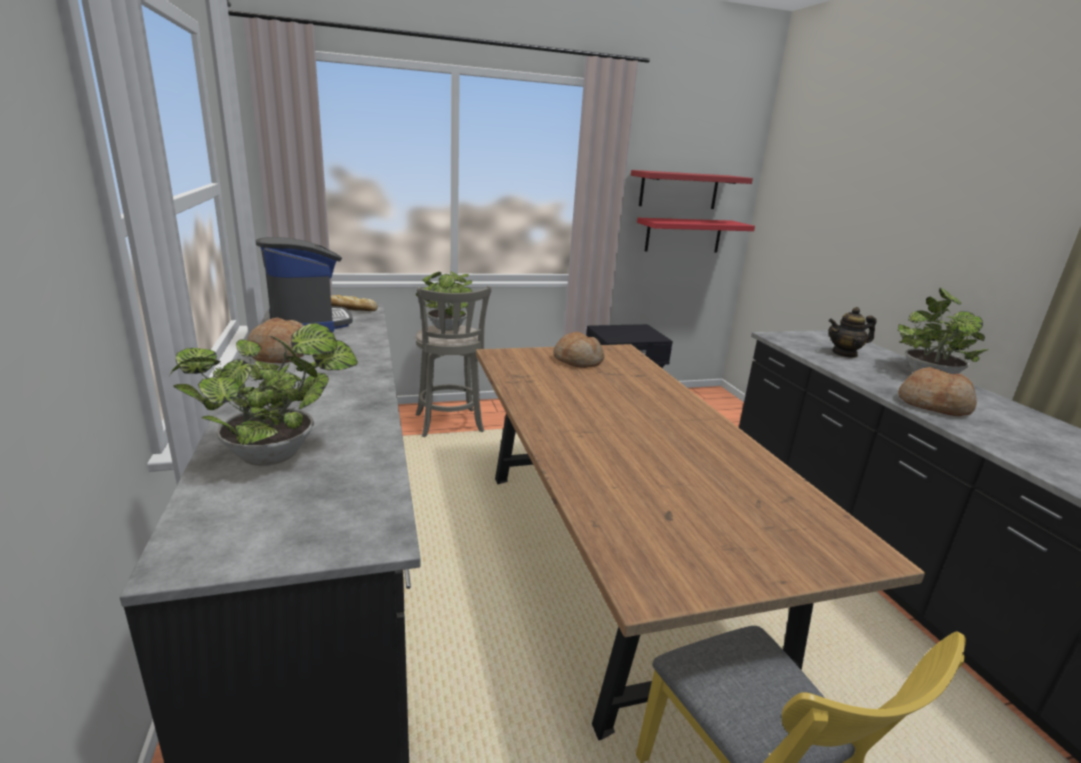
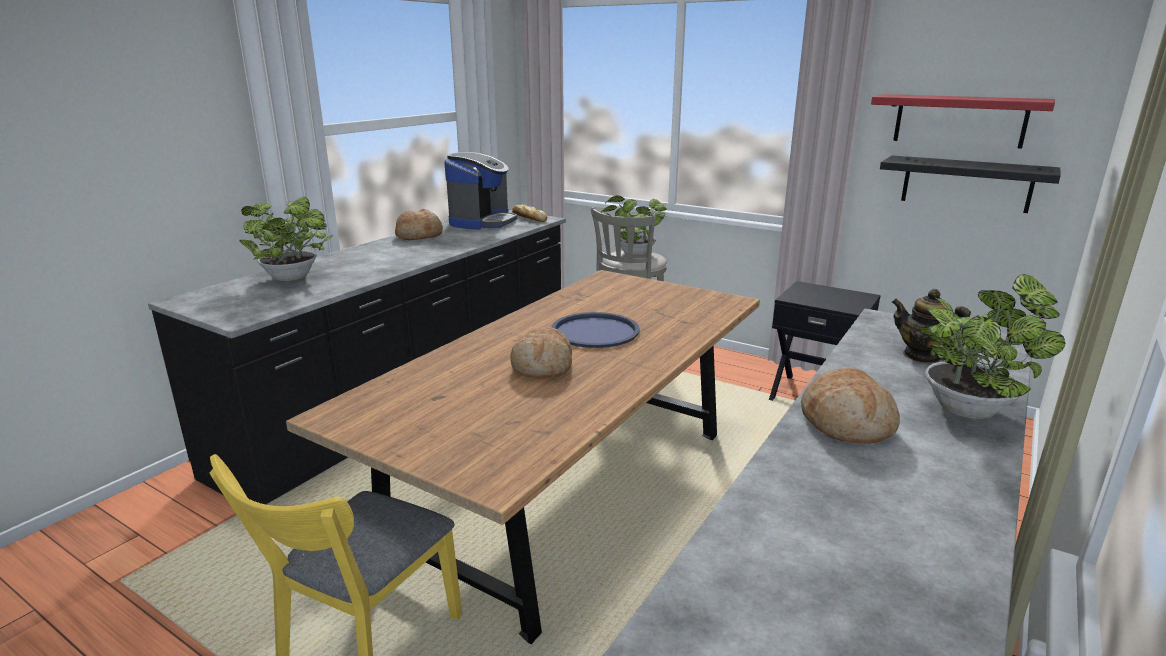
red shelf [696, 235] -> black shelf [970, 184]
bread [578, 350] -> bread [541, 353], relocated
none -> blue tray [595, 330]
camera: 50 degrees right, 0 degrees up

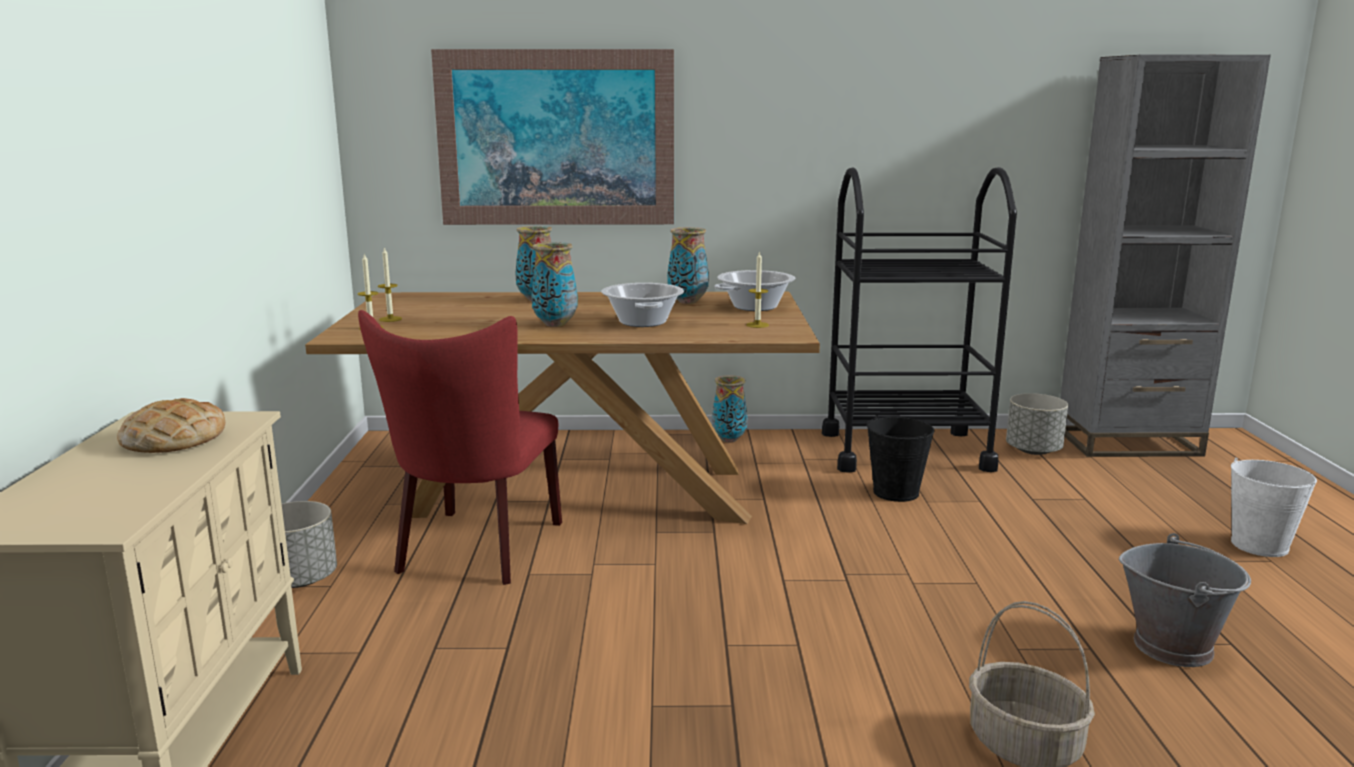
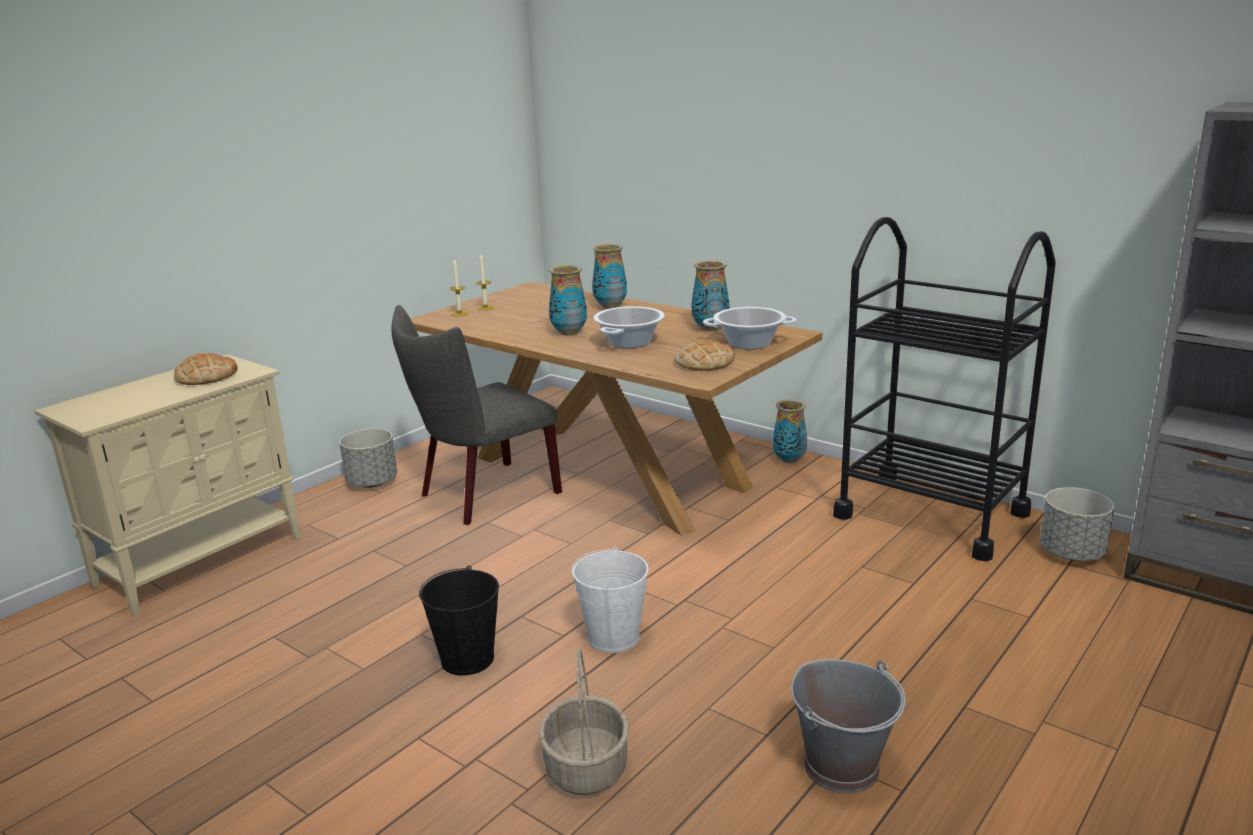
picture [552, 137] -> none
candle [757, 289] -> bread [705, 355]
red chair [460, 447] -> grey chair [476, 415]
black bucket [900, 458] -> black bucket [459, 620], relocated
white bucket [1274, 507] -> white bucket [610, 599], relocated
camera: 40 degrees right, 5 degrees up

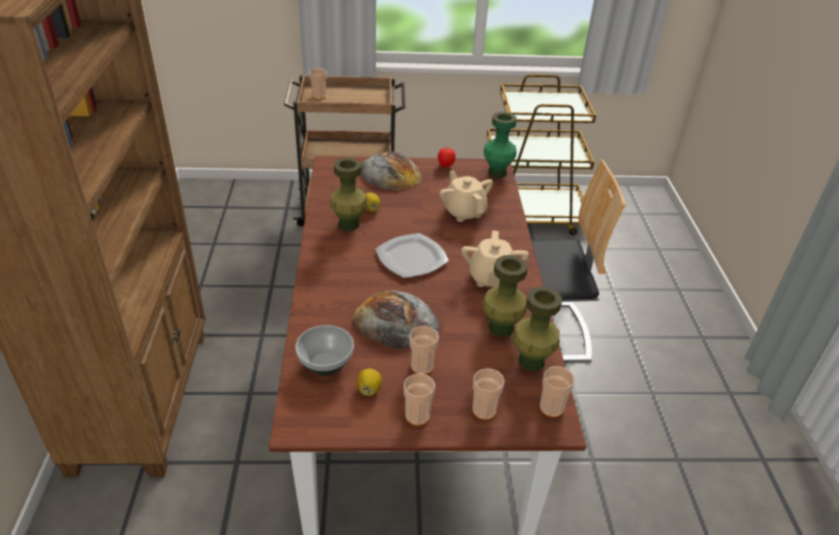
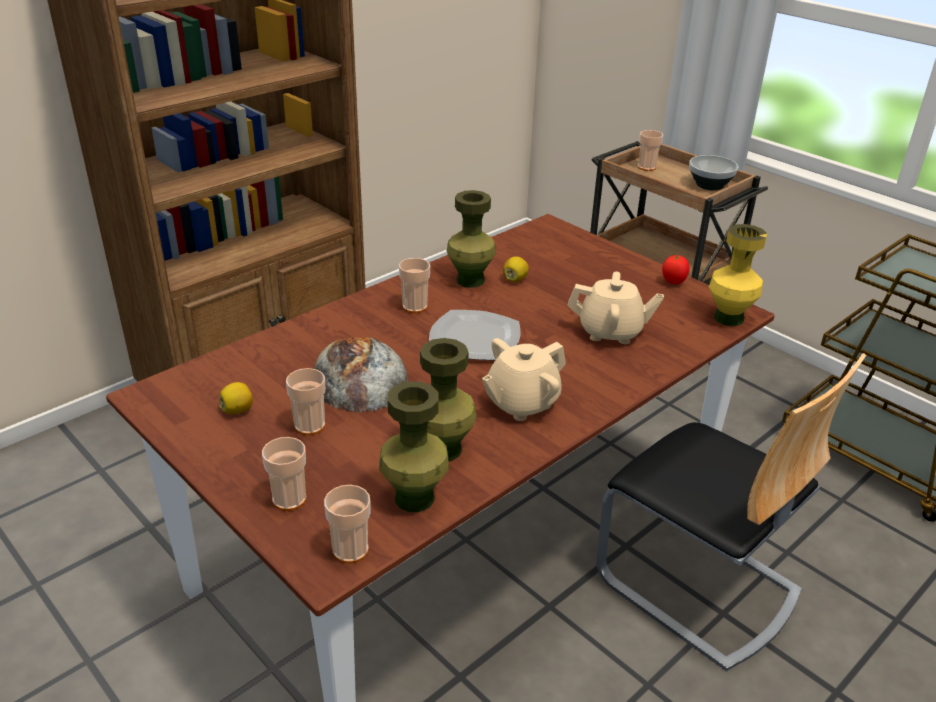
green vase [500, 145] -> yellow vase [738, 275]
bread [391, 171] -> none
beige teapot [466, 196] -> beige teapot [615, 307], 75 degrees clockwise
bowl [324, 350] -> bowl [713, 172], relocated
cup [419, 399] -> cup [414, 285], relocated
camera: 50 degrees right, 5 degrees down

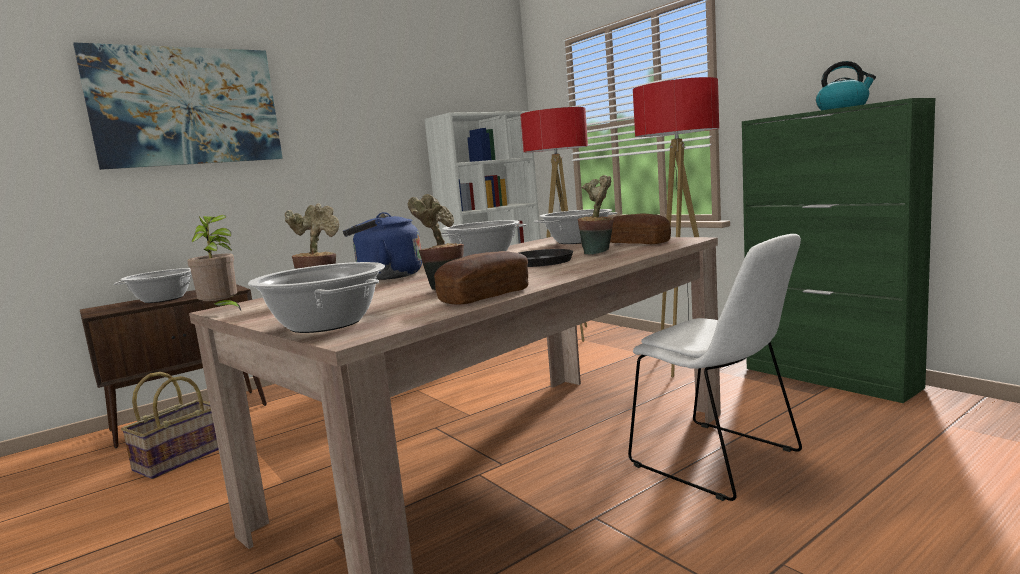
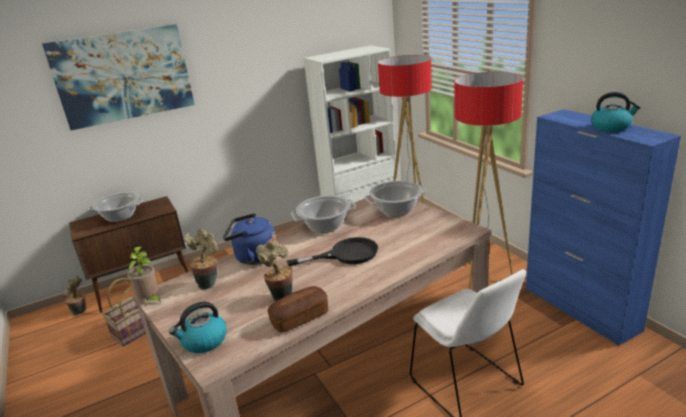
green cabinet [839, 250] -> blue cabinet [603, 227]
potted plant [596, 215] -> potted plant [74, 295], relocated
bread [640, 228] -> none
cooking pot [316, 297] -> kettle [198, 327]
camera: 10 degrees right, 15 degrees up

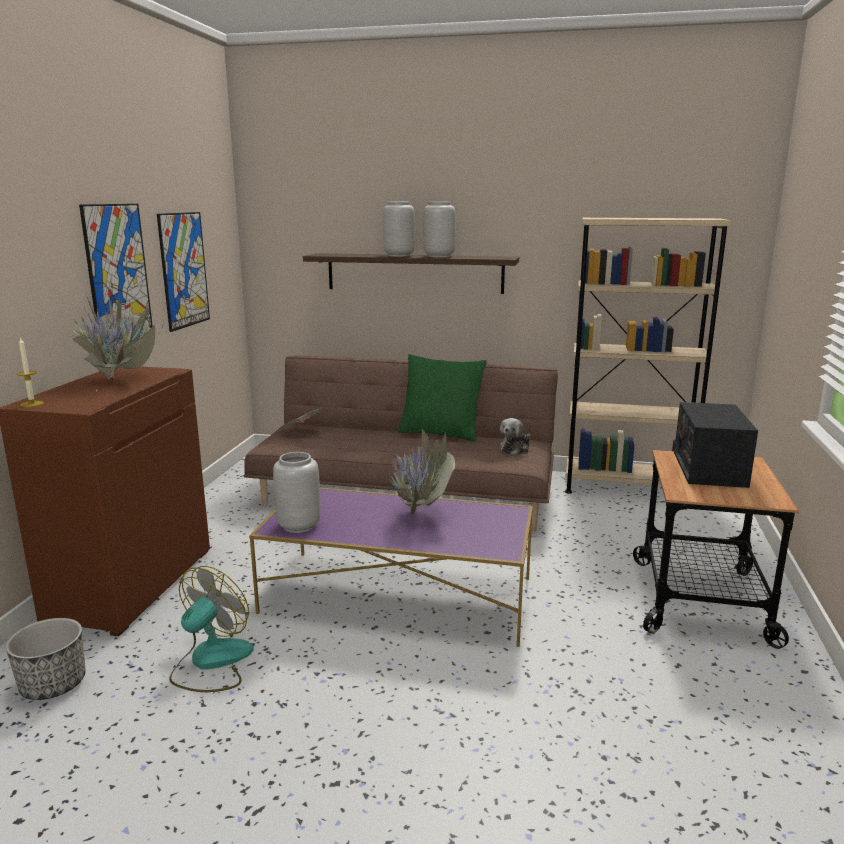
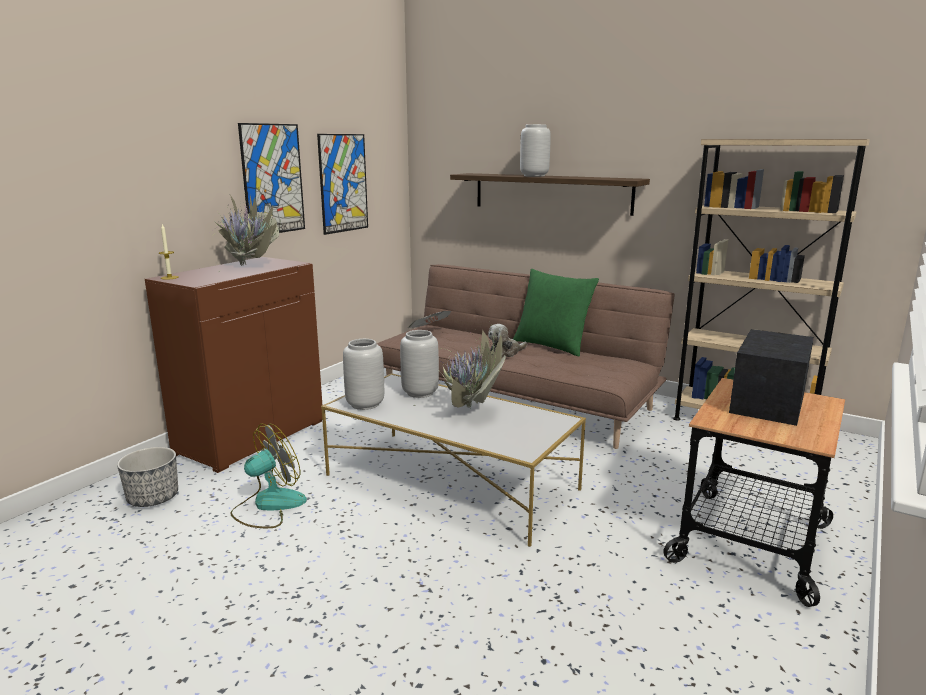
grey vase [439, 230] -> grey vase [419, 364], relocated
plush toy [515, 436] -> plush toy [507, 340], relocated
purple coffee table [391, 567] -> white coffee table [453, 460]
camera: 20 degrees right, 0 degrees up

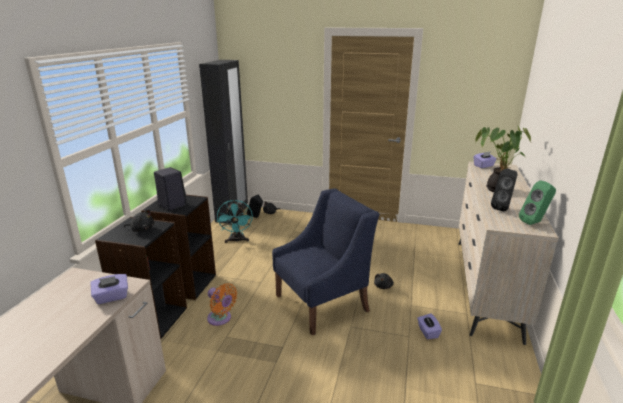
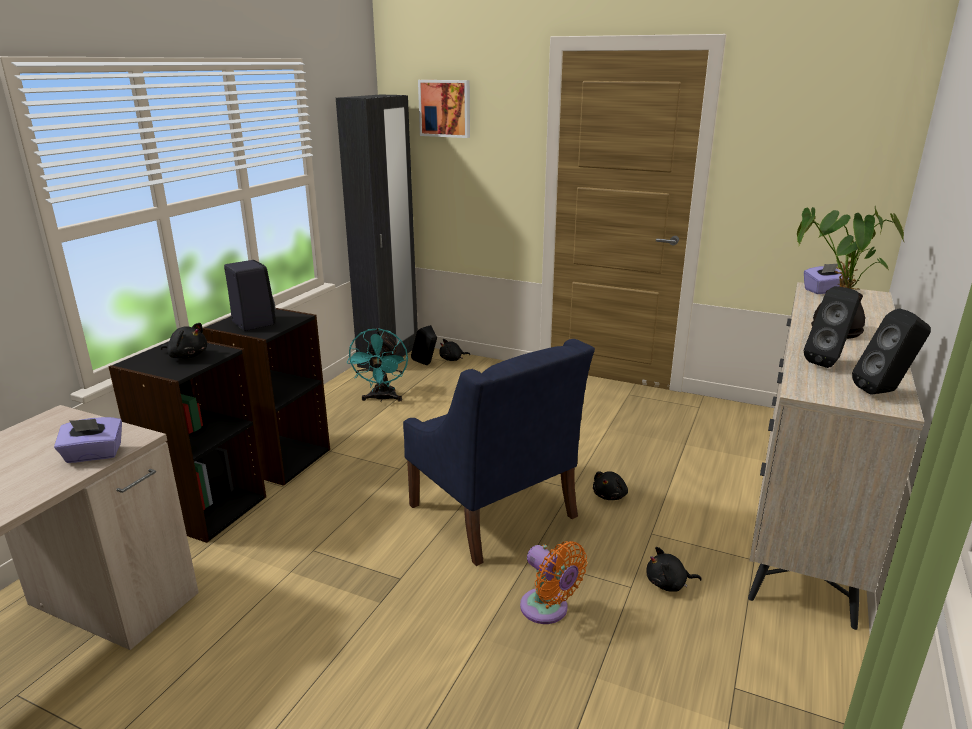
green speaker [537, 202] -> black speaker [891, 351]
blue armchair [326, 261] -> blue armchair [499, 452], 75 degrees clockwise
orange fan [222, 304] -> orange fan [553, 582], relocated
purple tissue box [429, 326] -> black plush toy [674, 569]
none -> picture [444, 109]
camera: 10 degrees right, 0 degrees up

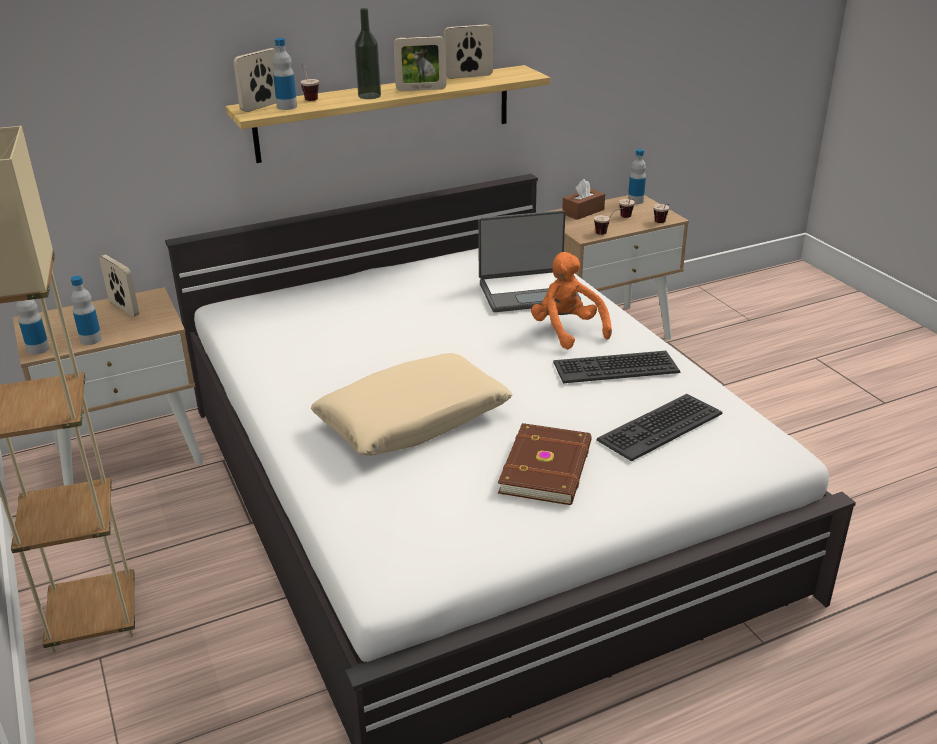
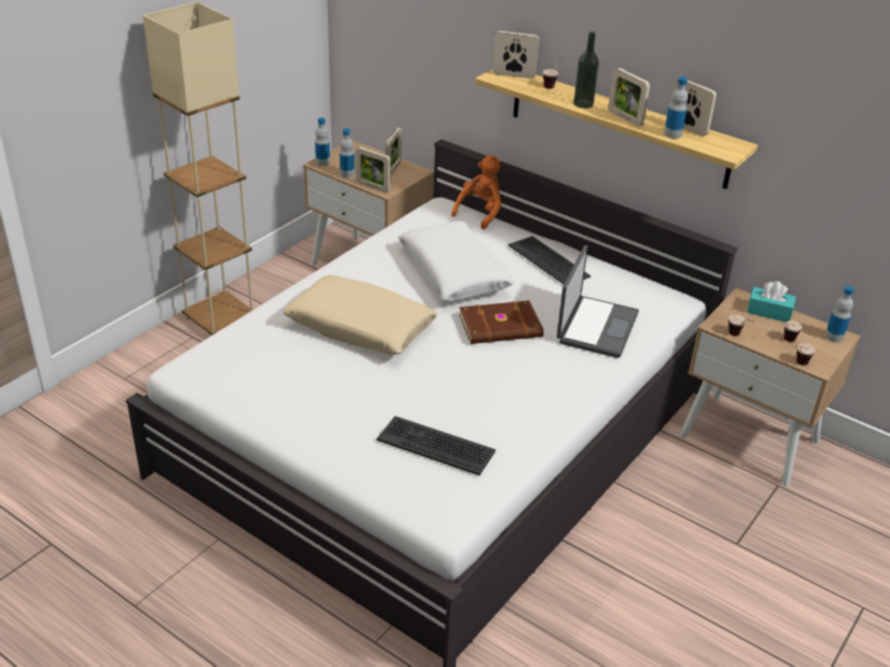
bottle [285, 74] -> bottle [676, 108], relocated
brown tissue box [583, 199] -> turquoise tissue box [771, 301]
laptop [529, 261] -> laptop [598, 301], 120 degrees counterclockwise
orange plush toy [571, 300] -> orange plush toy [476, 192], relocated
keyboard [616, 367] -> keyboard [549, 260], relocated
brown book [545, 464] -> brown book [501, 322], relocated
none -> picture frame [373, 170]
none -> white pillow [456, 261]
camera: 60 degrees right, 5 degrees up

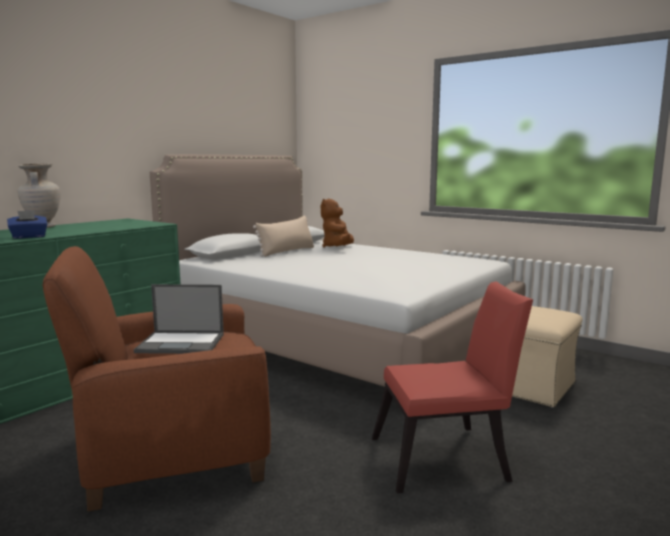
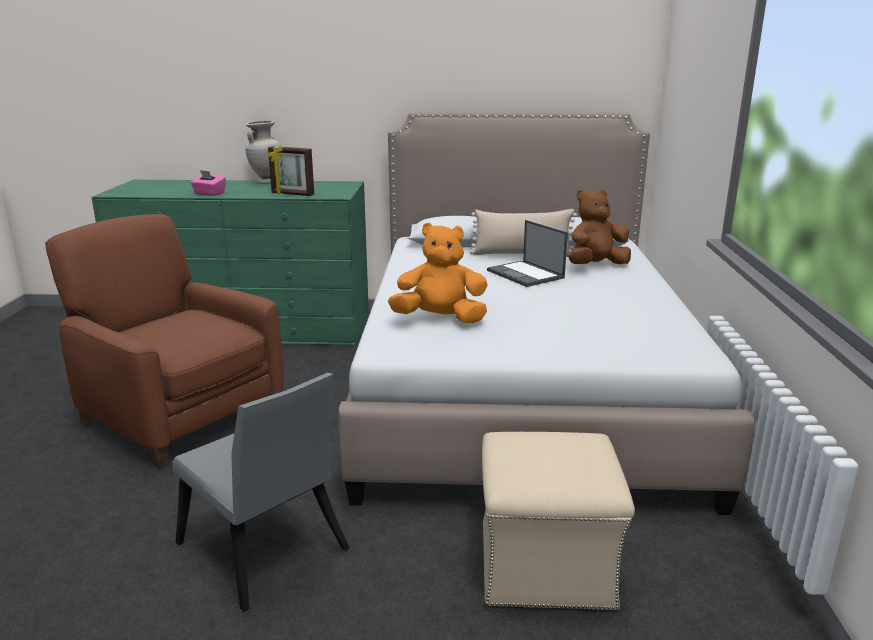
blue tissue box [27, 224] -> pink tissue box [208, 183]
red chair [452, 387] -> grey chair [261, 492]
laptop [179, 319] -> laptop [527, 253], relocated
none -> picture frame [291, 171]
none -> orange plush toy [438, 273]
camera: 55 degrees right, 10 degrees up

